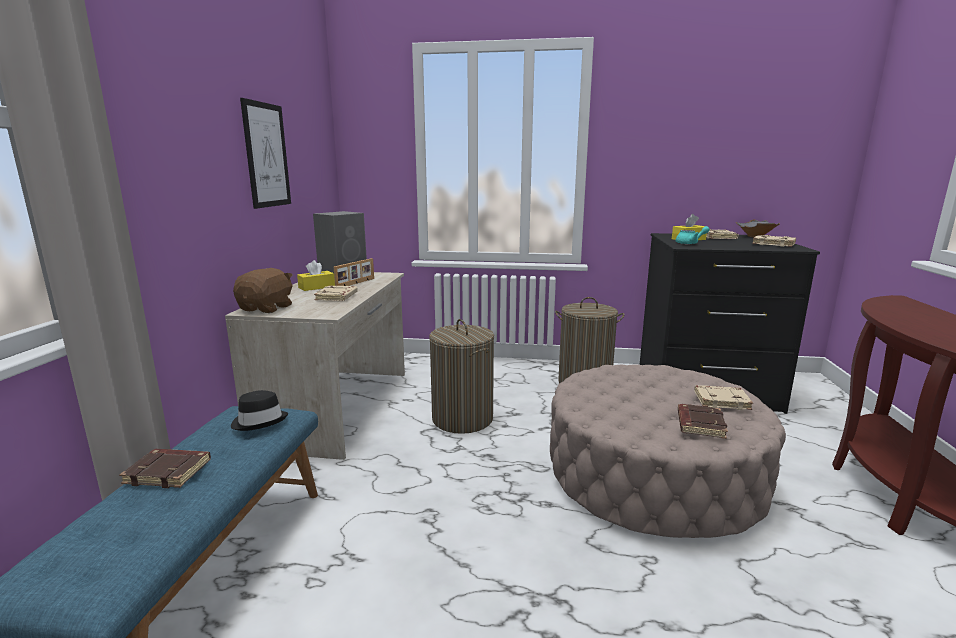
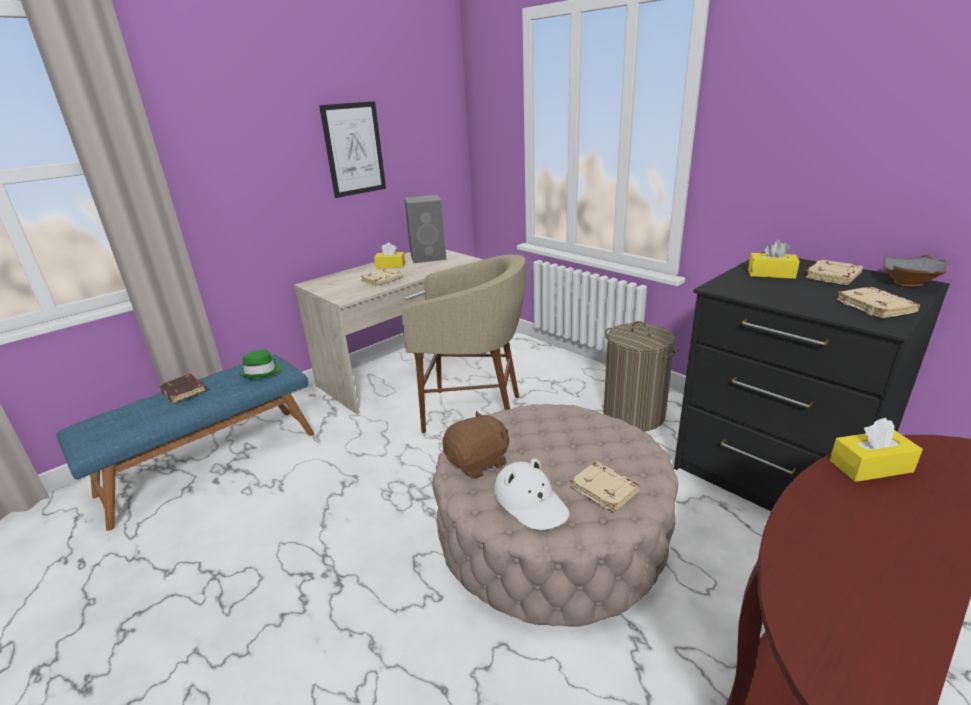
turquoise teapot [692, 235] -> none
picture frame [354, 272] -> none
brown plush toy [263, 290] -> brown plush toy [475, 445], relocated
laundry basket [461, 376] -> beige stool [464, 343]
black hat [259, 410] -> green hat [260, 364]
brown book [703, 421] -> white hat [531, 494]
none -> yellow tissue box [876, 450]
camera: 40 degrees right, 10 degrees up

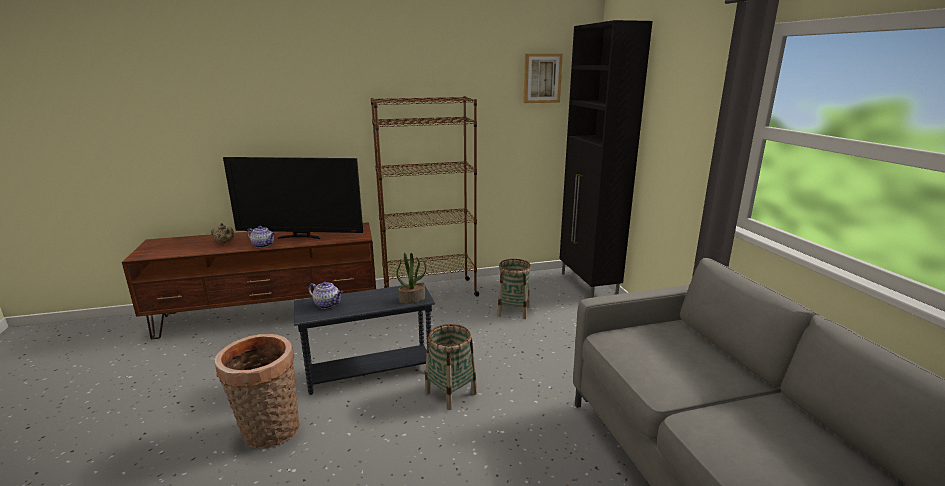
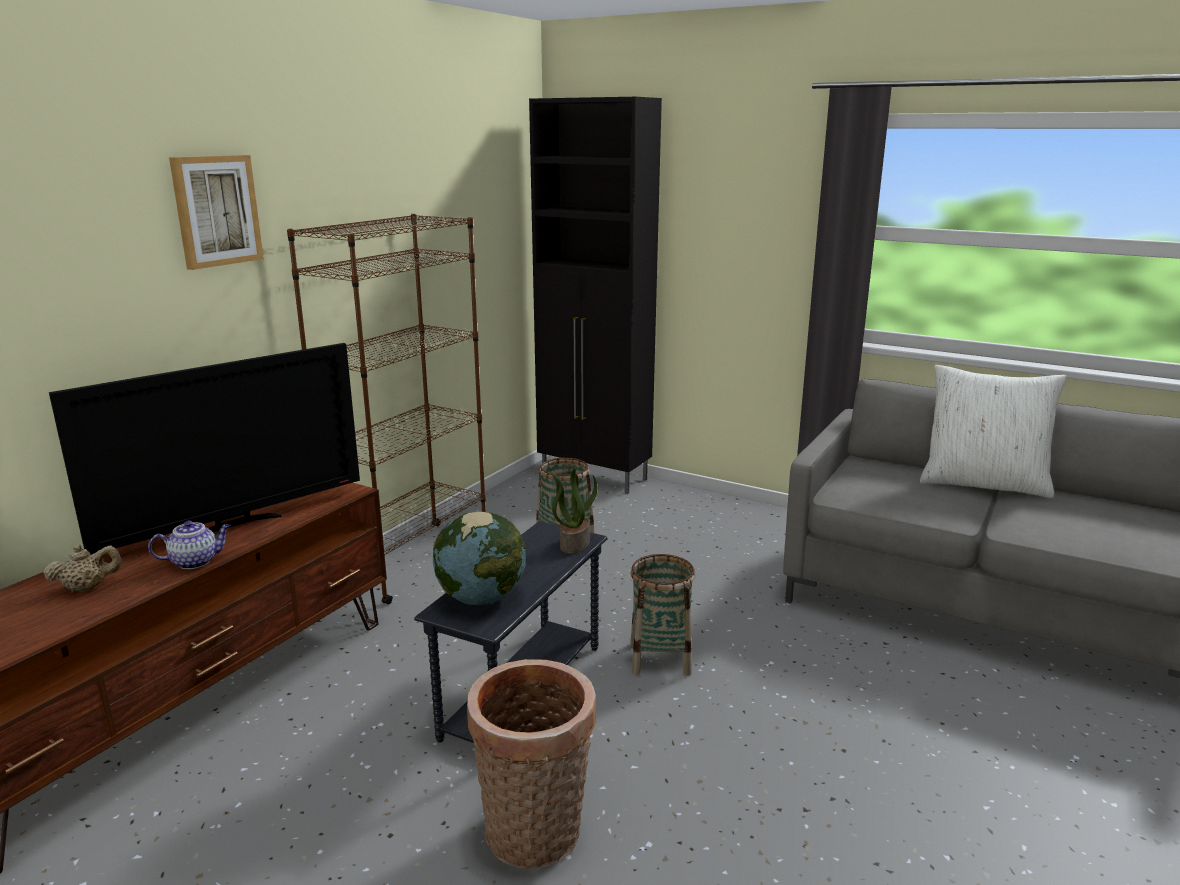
picture [543, 78] -> picture [216, 212], relocated
teapot [325, 295] -> globe [479, 558]
none -> white pillow [993, 431]
camera: 45 degrees left, 0 degrees up

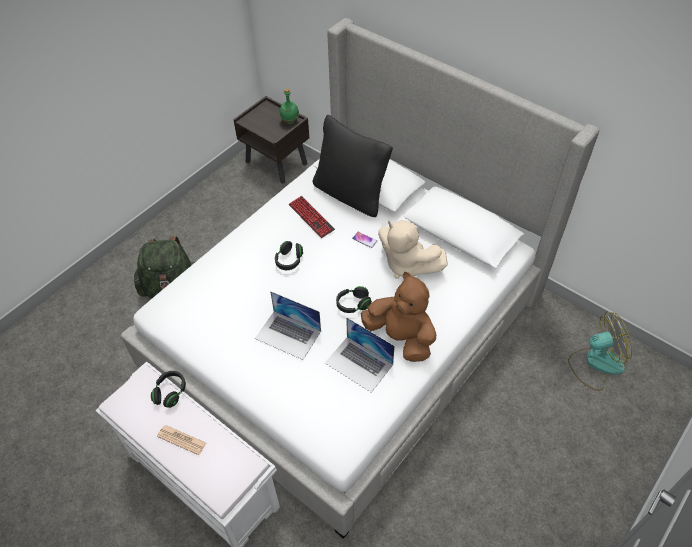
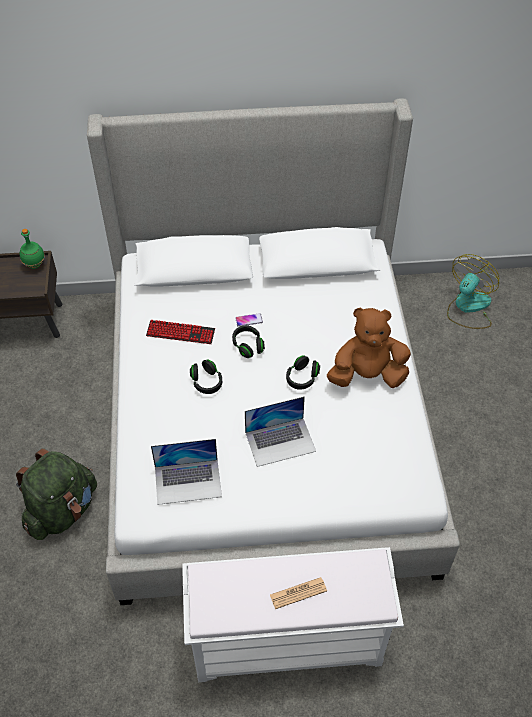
black pillow [353, 166] -> none
beige plush toy [413, 249] -> none
laptop [360, 355] -> laptop [186, 472], relocated
black headphones [168, 389] -> black headphones [248, 341], relocated
camera: 45 degrees left, 0 degrees up

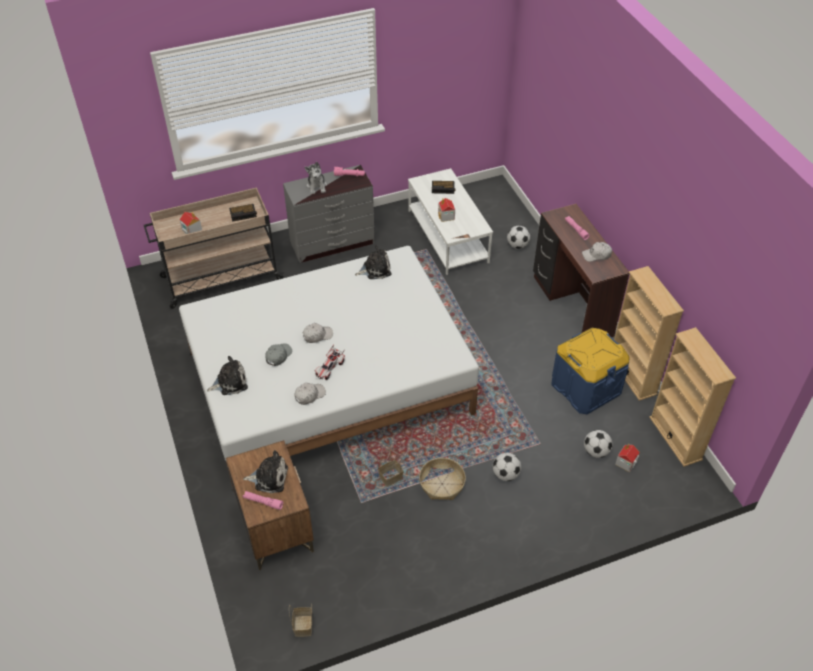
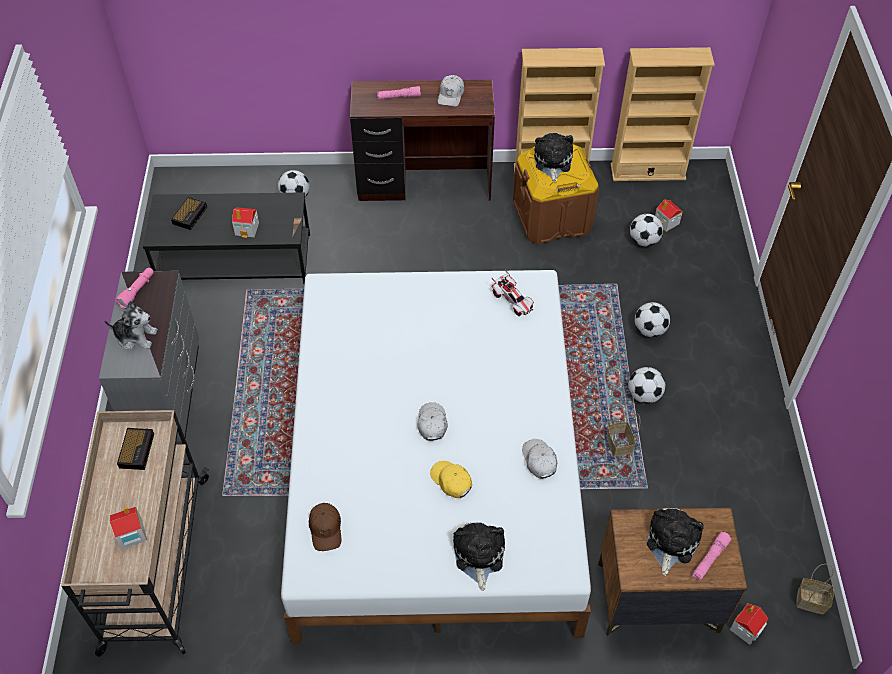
white coffee table [450, 221] -> black coffee table [226, 238]
plush toy [373, 262] -> plush toy [553, 157], relocated
blue storage box [590, 371] -> brown storage box [556, 194]
grey cap [279, 354] -> yellow cap [451, 479]
toy car [330, 362] -> toy car [513, 292], relocated
basket [442, 479] -> football [647, 385]
none -> brown cap [325, 527]
none -> toy house [749, 624]
camera: 70 degrees left, 5 degrees up

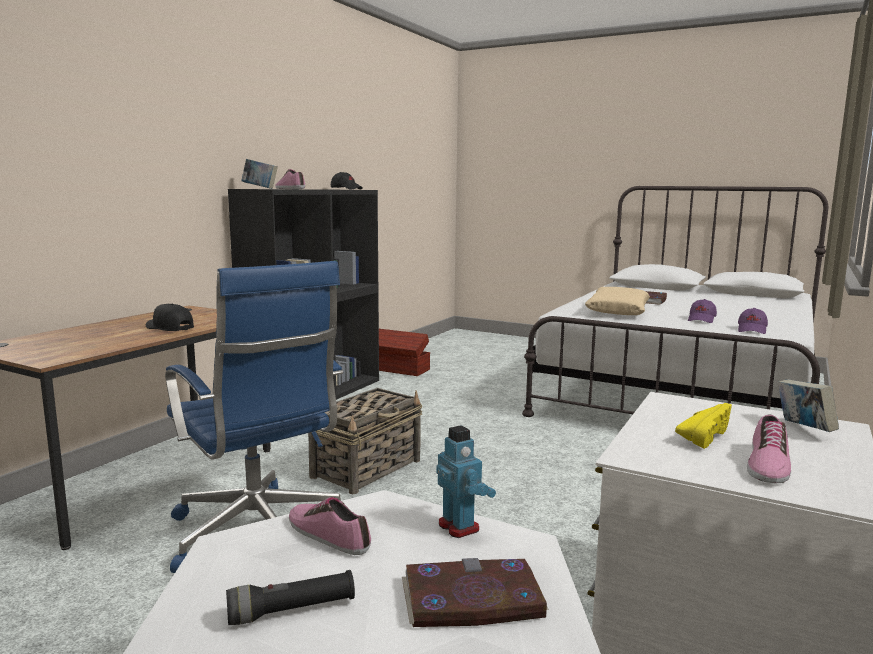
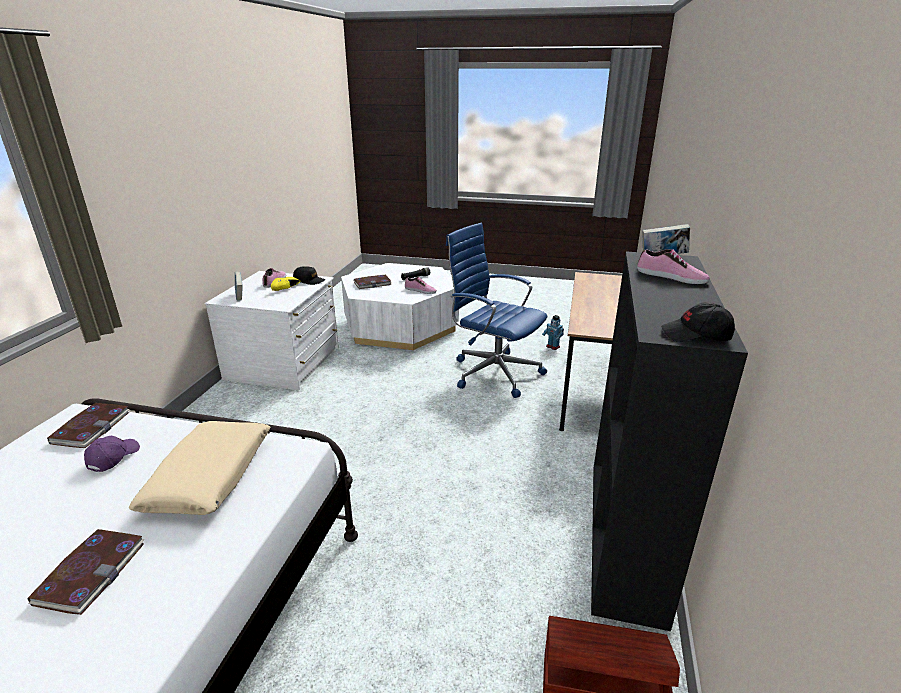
black cap [170, 317] -> black cap [309, 275], relocated
purple cap [753, 321] -> book [88, 425]
basket [365, 441] -> none
toy robot [466, 481] -> toy robot [553, 332], relocated
camera: 165 degrees right, 15 degrees up

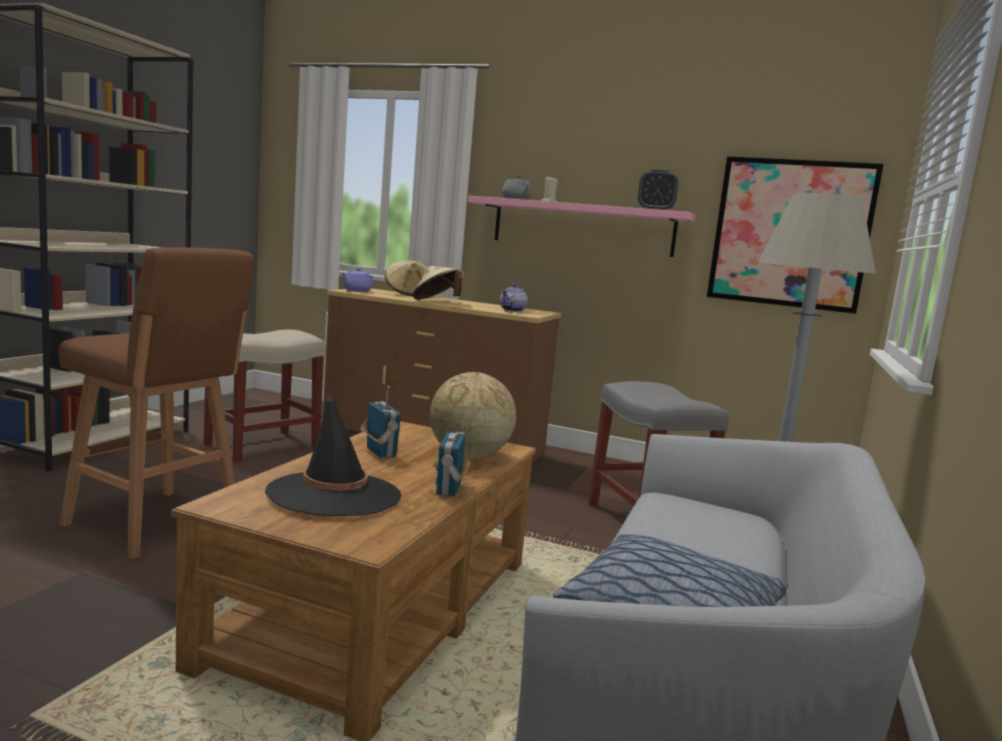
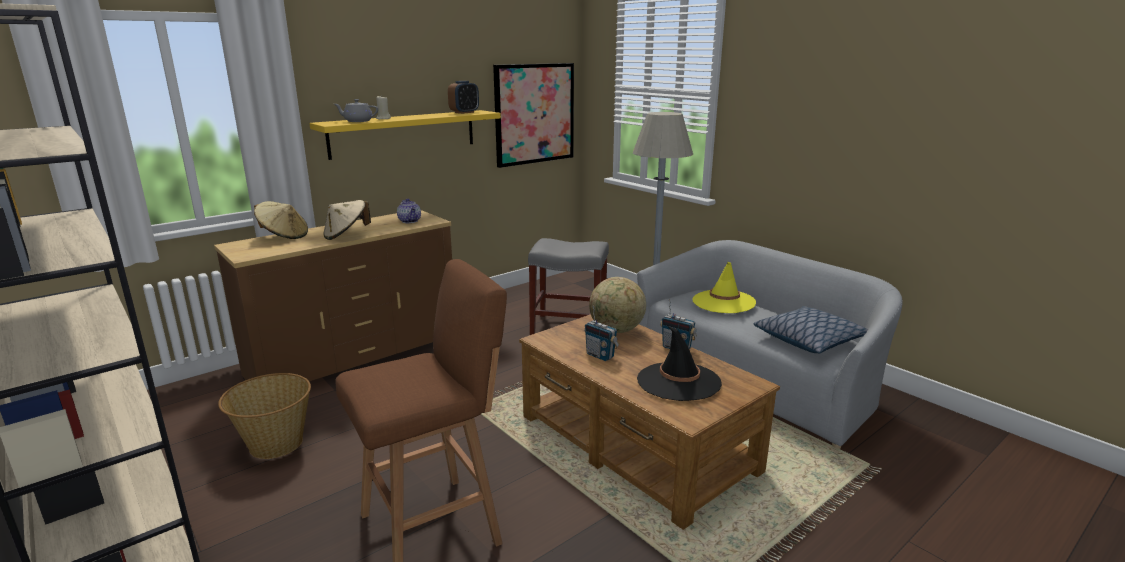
pink shelf [582, 226] -> yellow shelf [405, 135]
purple teapot [357, 280] -> none
beige stool [264, 396] -> basket [264, 416]
radio [381, 422] -> radio [602, 333], 135 degrees counterclockwise
none -> yellow hat [724, 287]
camera: 60 degrees left, 10 degrees up

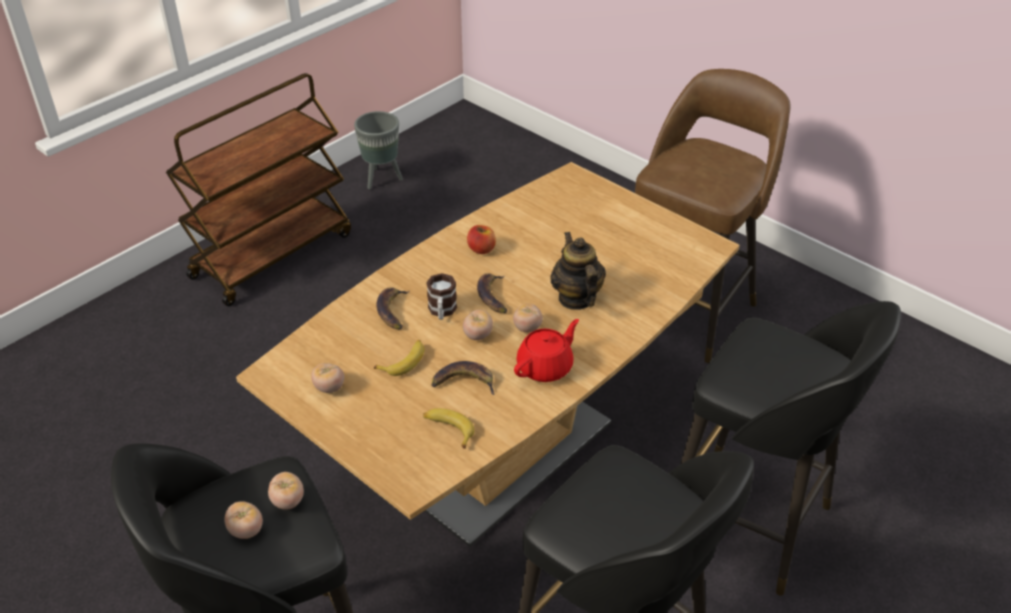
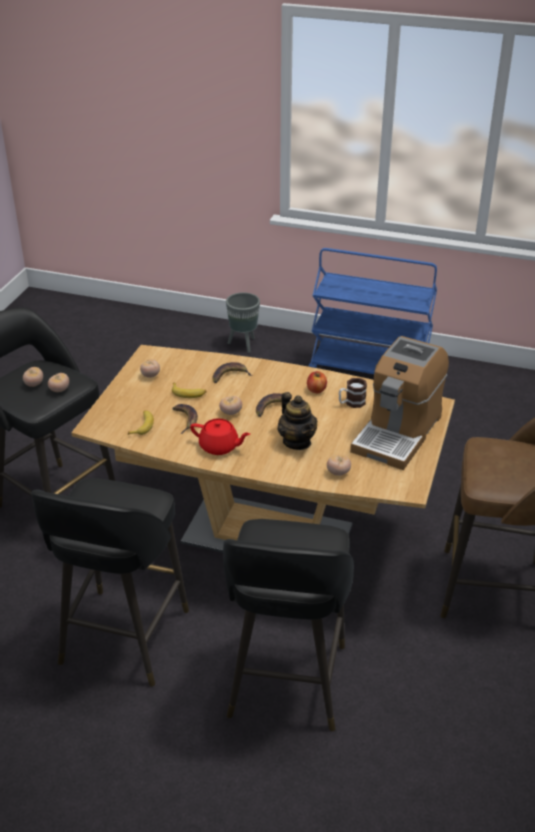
brown cart [258, 189] -> blue cart [372, 311]
grey planter [378, 150] -> grey planter [243, 322], relocated
teapot [578, 271] -> teapot [298, 421], 105 degrees clockwise
mug [441, 296] -> mug [353, 393], relocated
tomato [528, 318] -> tomato [339, 465], relocated
none -> coffee machine [399, 403]
camera: 65 degrees right, 5 degrees down

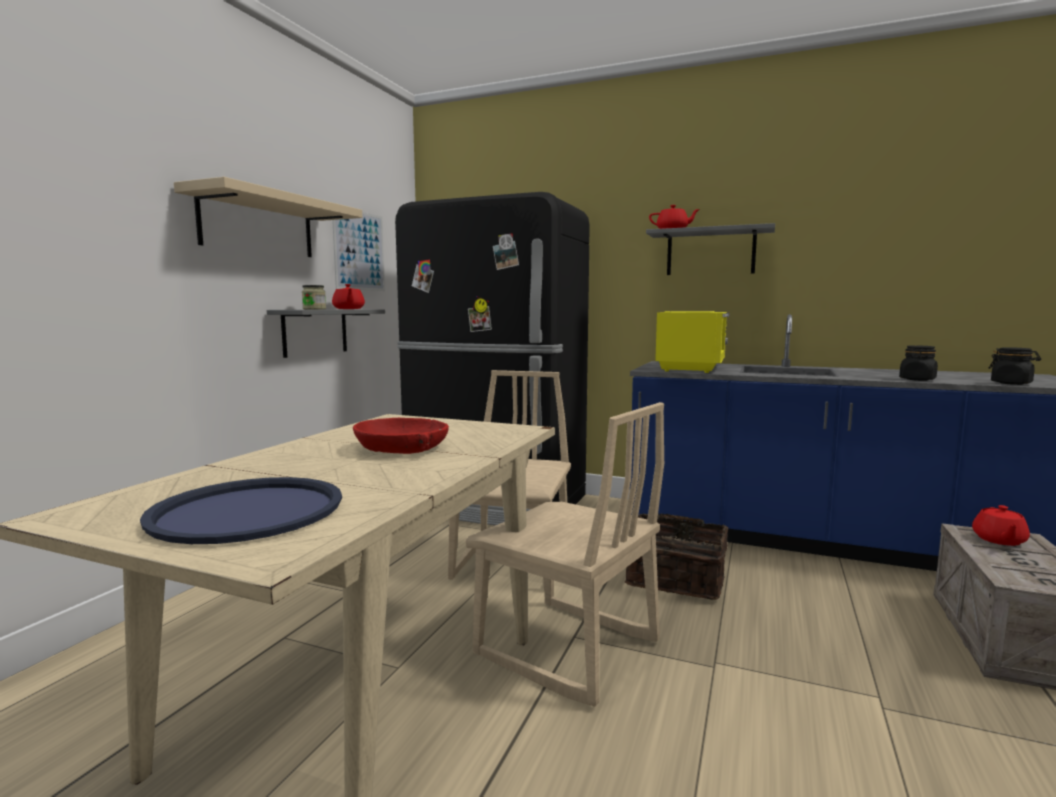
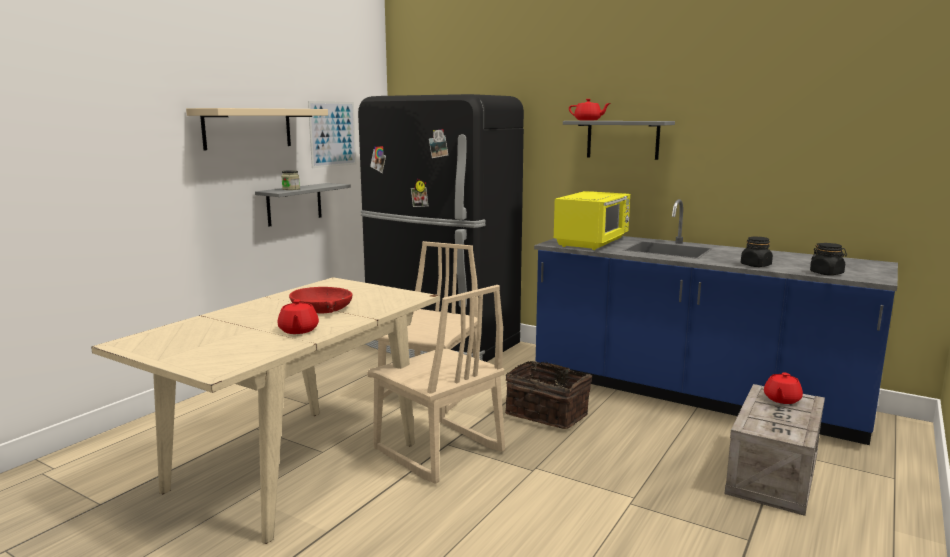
red teapot [348, 296] -> red teapot [298, 317], relocated
blue tray [241, 510] -> none
camera: 10 degrees right, 5 degrees up

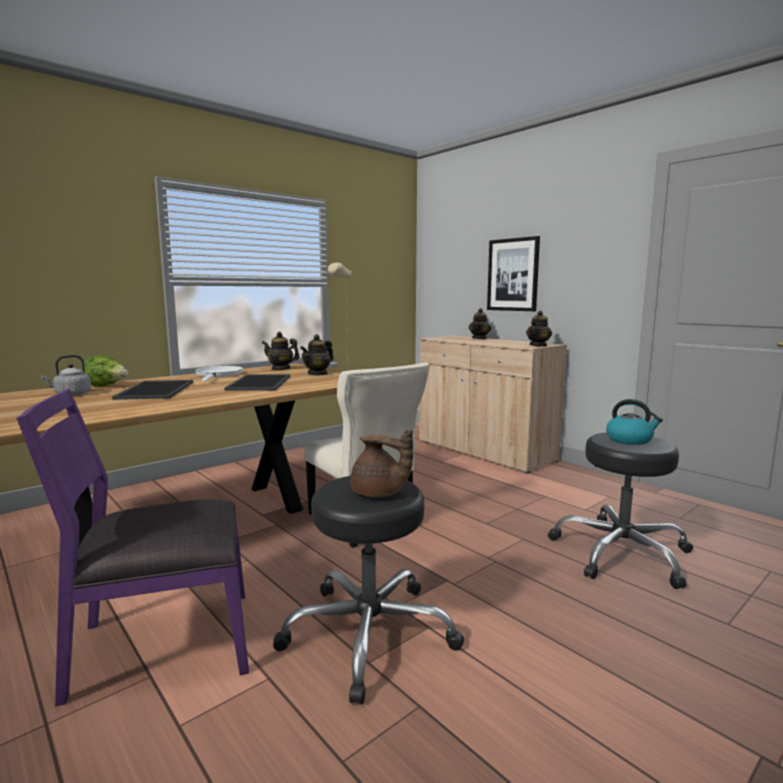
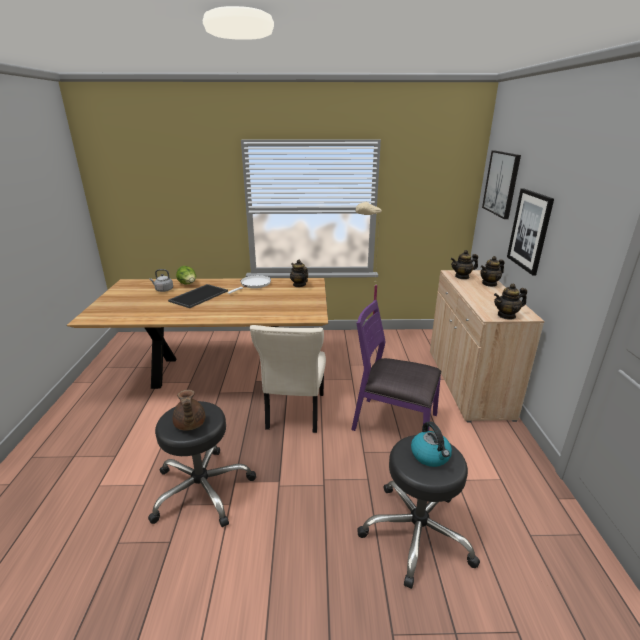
teapot [317, 355] -> teapot [464, 264], relocated
tray [257, 382] -> none
purple chair [132, 547] -> purple chair [396, 365], relocated
none -> picture [501, 185]
camera: 40 degrees right, 15 degrees up

